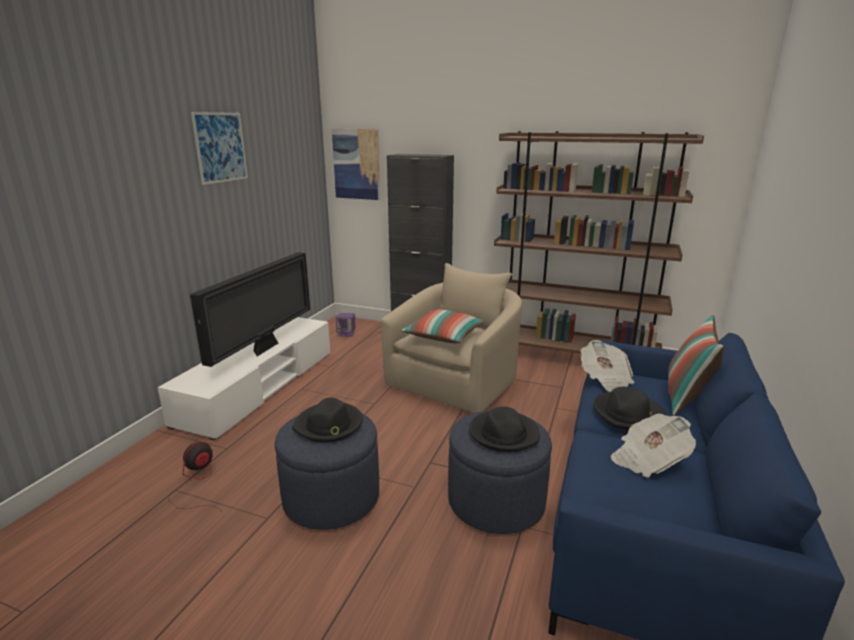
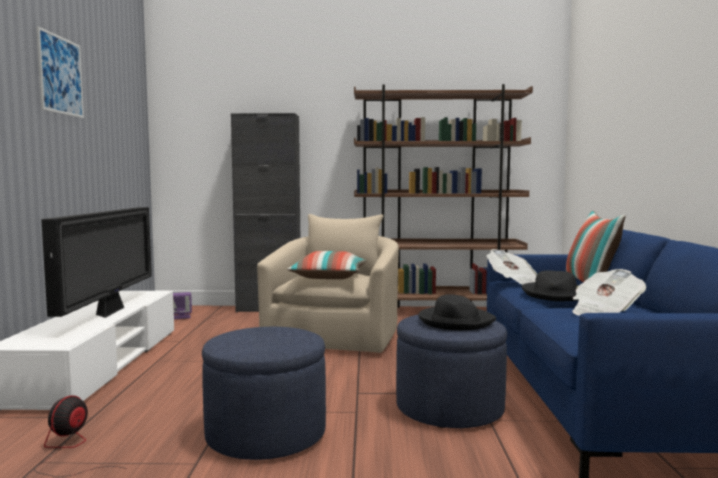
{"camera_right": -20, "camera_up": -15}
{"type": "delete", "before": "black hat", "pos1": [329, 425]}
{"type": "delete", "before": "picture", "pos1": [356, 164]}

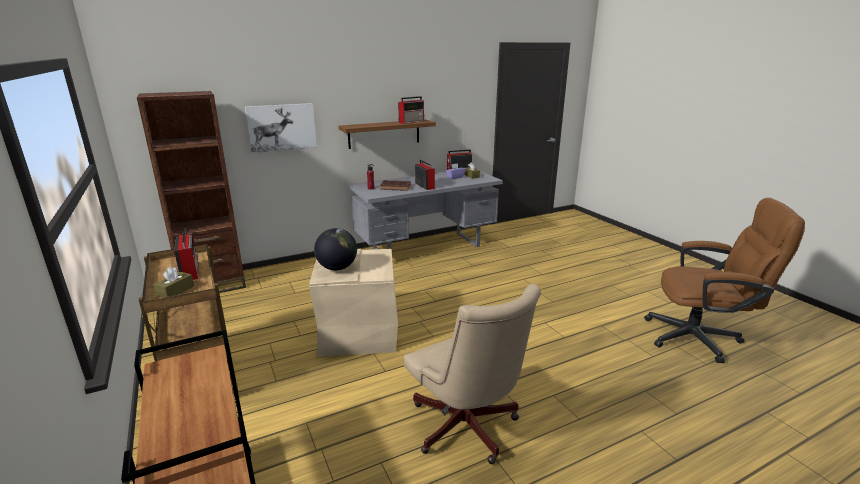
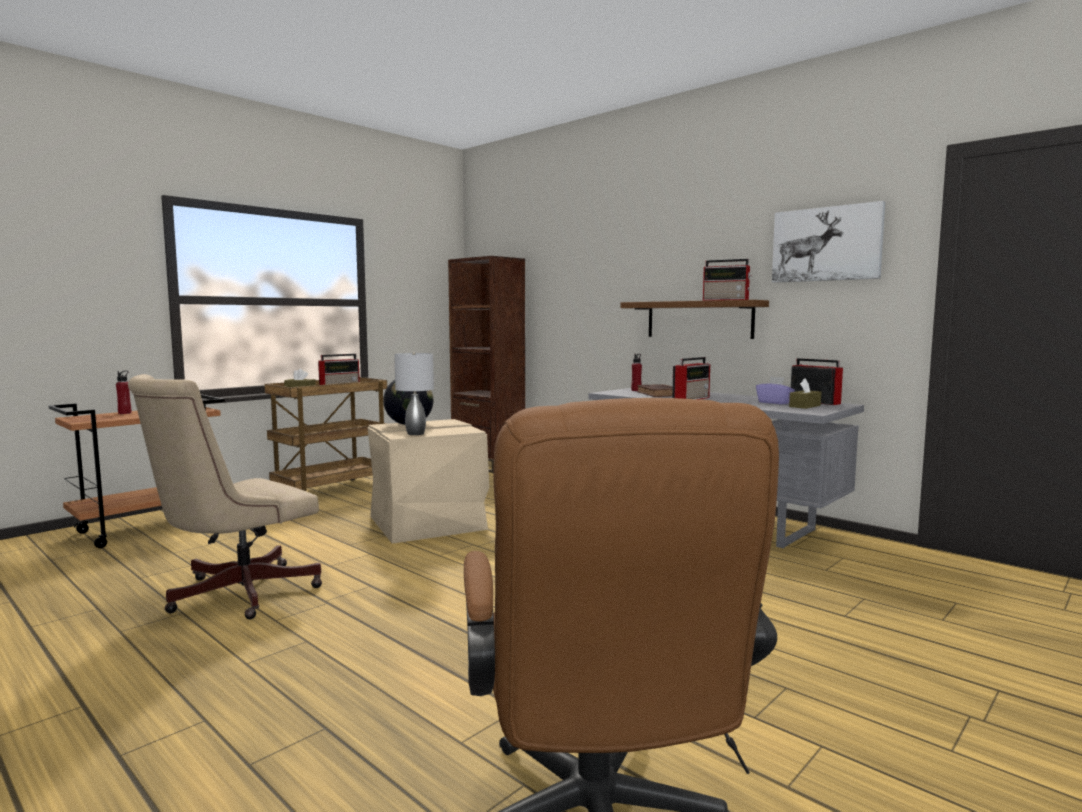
{"camera_right": 70, "camera_up": -15}
{"type": "insert", "after": "red bottle", "pos2": [125, 413]}
{"type": "insert", "after": "grey table lamp", "pos2": [415, 433]}
{"type": "move", "before": "picture", "pos1": [281, 127], "pos2": [826, 244]}

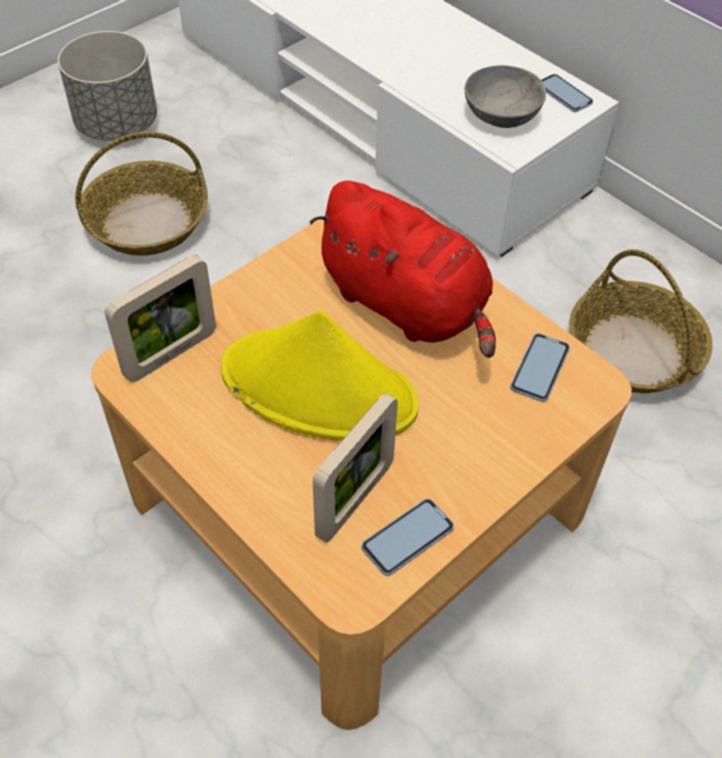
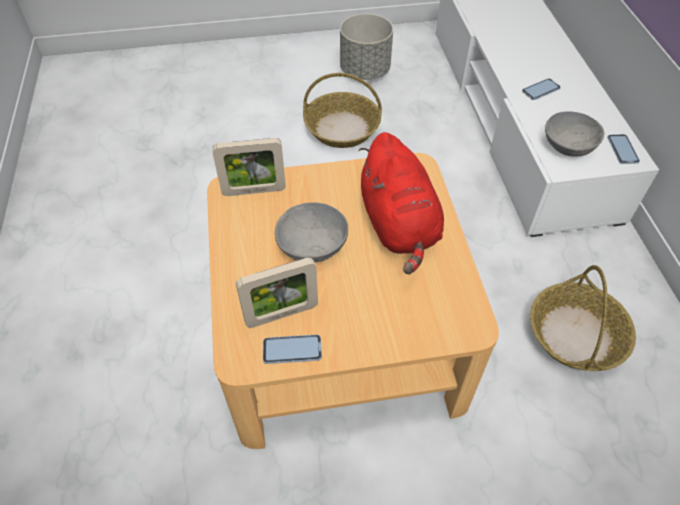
{"camera_right": 35, "camera_up": 0}
{"type": "move", "before": "phone", "pos1": [540, 368], "pos2": [540, 90]}
{"type": "replace", "before": "yellow hat", "after": "grey bowl", "pos1": [320, 388], "pos2": [313, 246]}

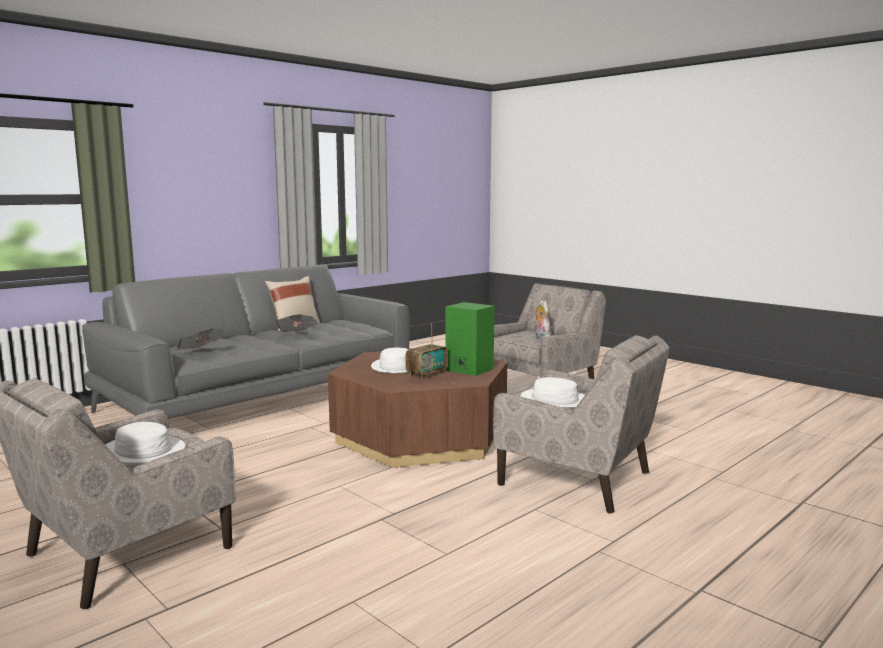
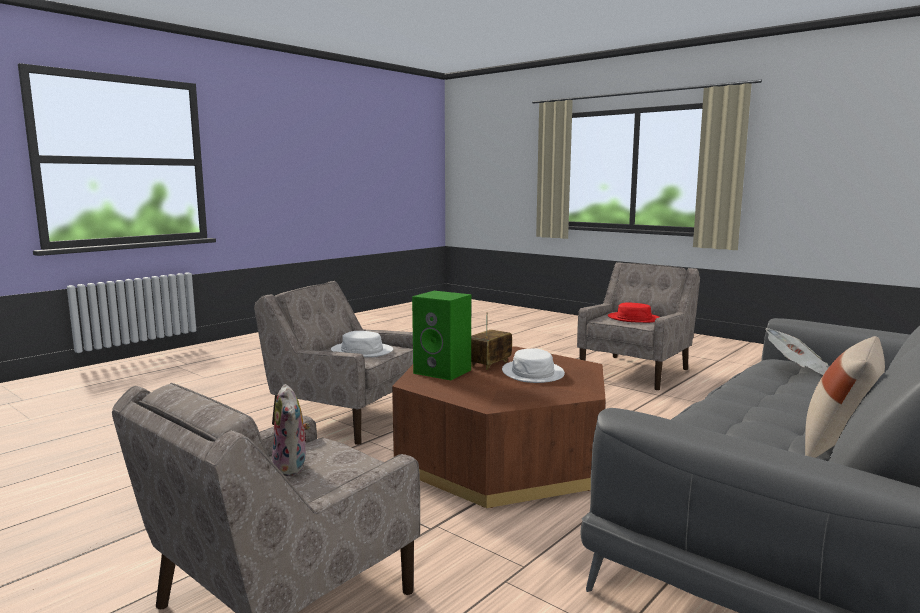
{"camera_right": 175, "camera_up": 0}
{"type": "delete", "before": "newspaper", "pos1": [296, 335]}
{"type": "recolor", "before": "white hat", "after": "red hat", "pos1": [143, 451], "pos2": [634, 318]}

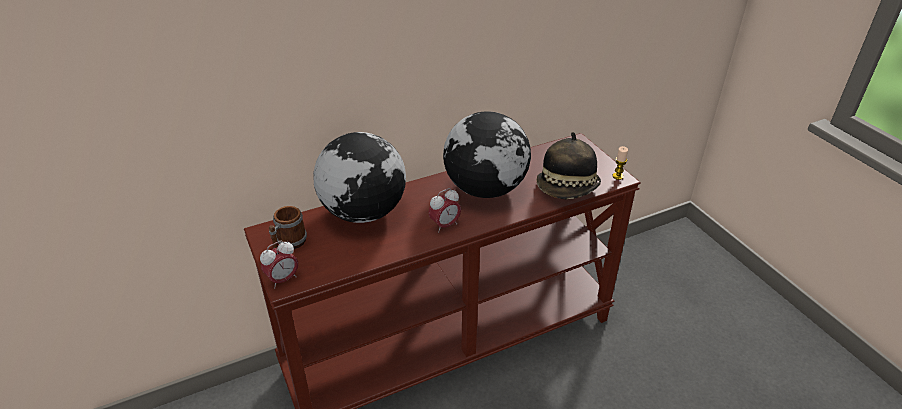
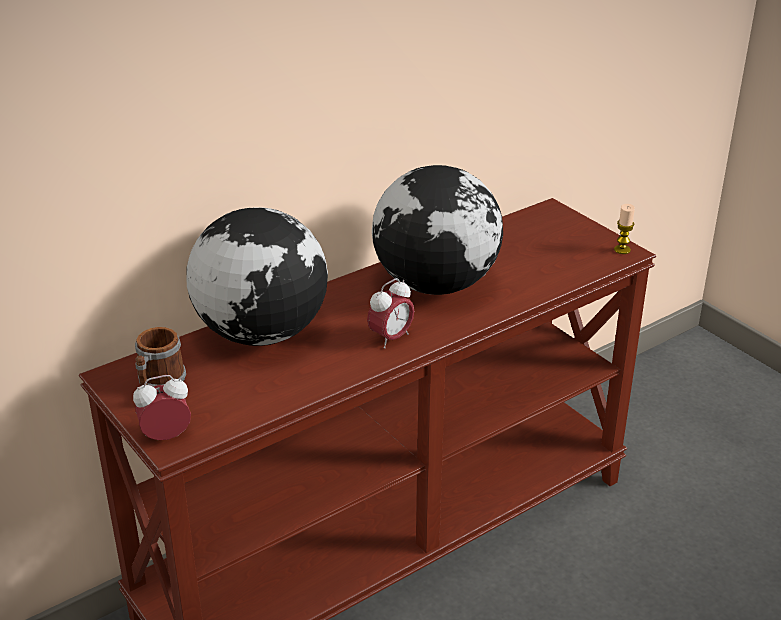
{"camera_right": -10, "camera_up": -5}
{"type": "delete", "before": "hat", "pos1": [568, 189]}
{"type": "rotate", "before": "alarm clock", "pos1": [283, 279], "pos2": [166, 437], "turn": -150}

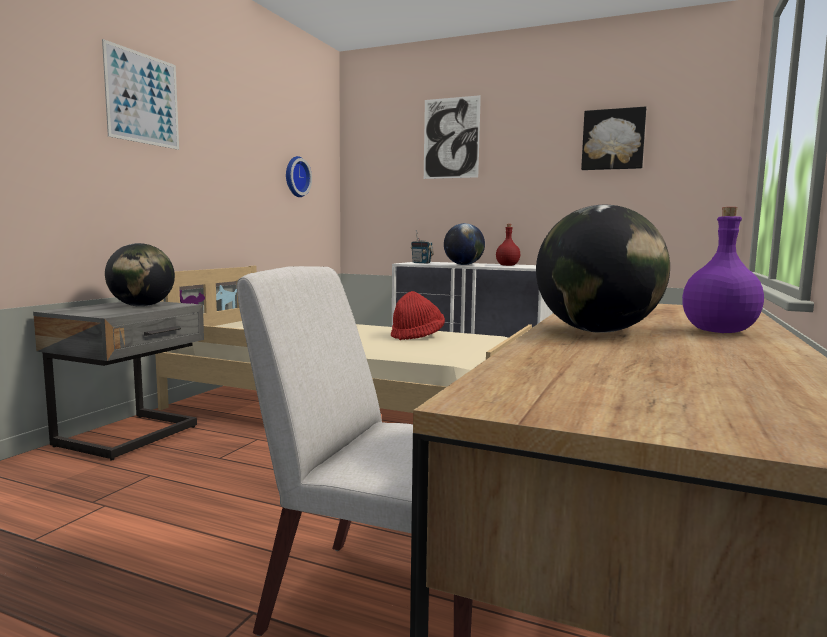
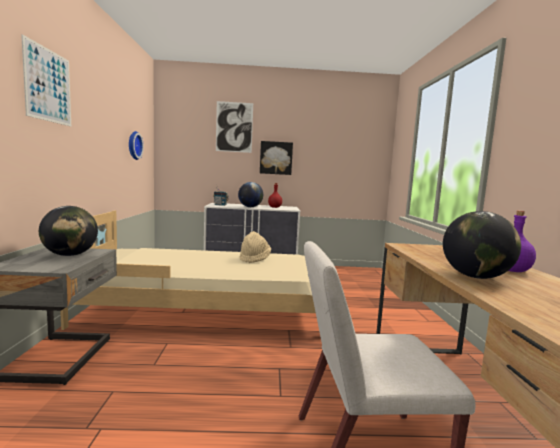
{"camera_right": -25, "camera_up": 0}
{"type": "move", "before": "picture", "pos1": [613, 139], "pos2": [276, 158]}
{"type": "recolor", "before": "red hat", "after": "beige hat", "pos1": [417, 336], "pos2": [254, 259]}

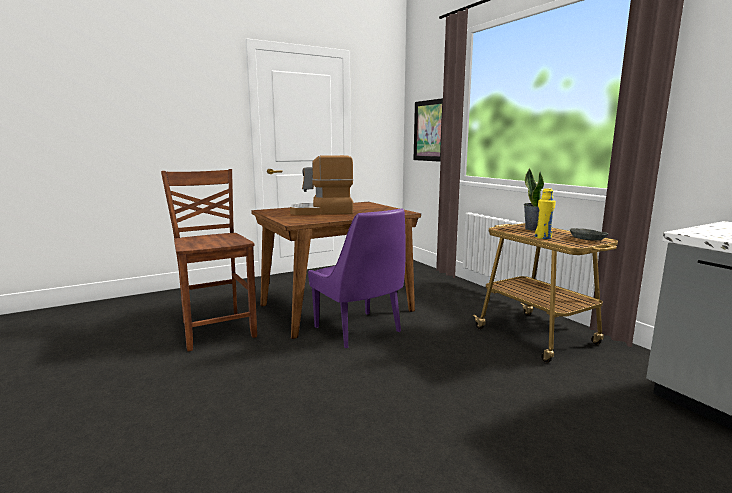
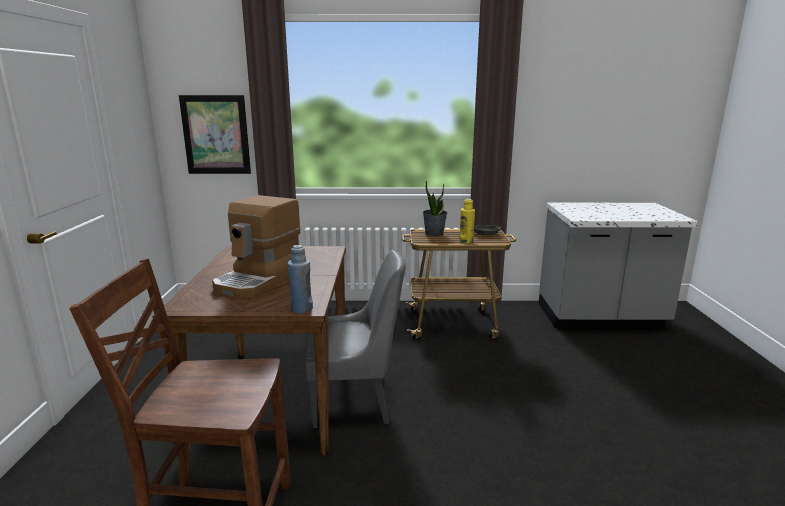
{"camera_right": -60, "camera_up": 5}
{"type": "insert", "after": "blue bottle", "pos2": [301, 309]}
{"type": "recolor", "before": "purple chair", "after": "grey chair", "pos1": [359, 330], "pos2": [355, 401]}

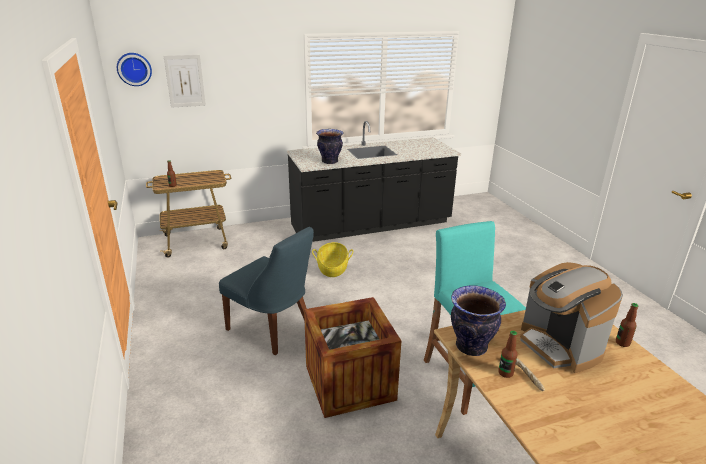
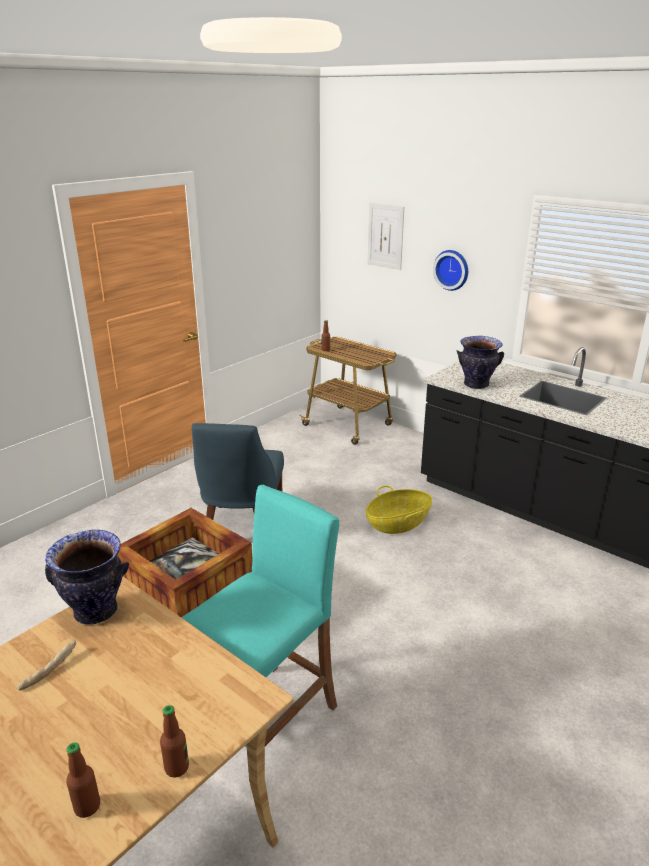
{"camera_right": 60, "camera_up": 0}
{"type": "delete", "before": "coffee machine", "pos1": [559, 346]}
{"type": "move", "before": "wall clock", "pos1": [134, 69], "pos2": [452, 269]}
{"type": "move", "before": "bottle", "pos1": [505, 373], "pos2": [87, 806]}

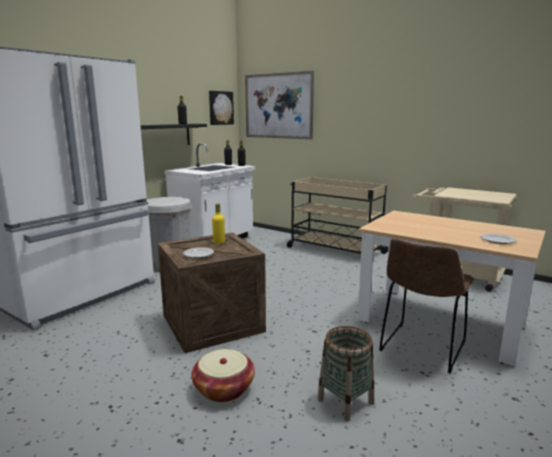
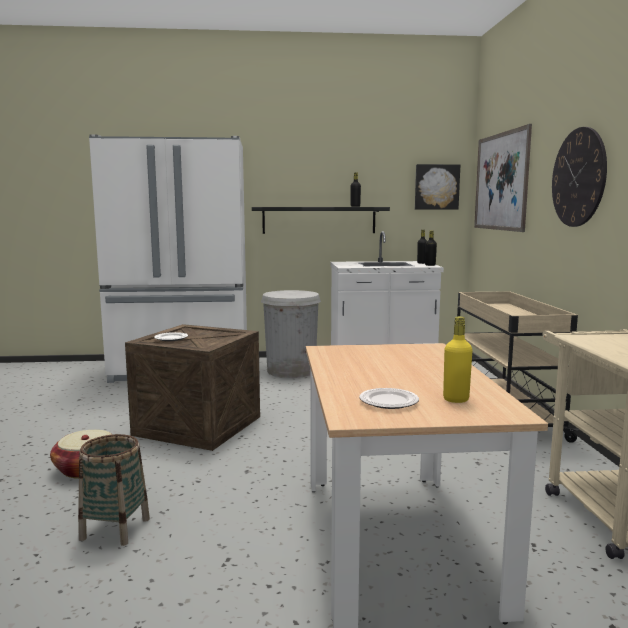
{"camera_right": 50, "camera_up": -5}
{"type": "delete", "before": "brown chair", "pos1": [421, 348]}
{"type": "insert", "after": "wall clock", "pos2": [578, 177]}
{"type": "move", "before": "yellow bottle", "pos1": [219, 242], "pos2": [456, 399]}

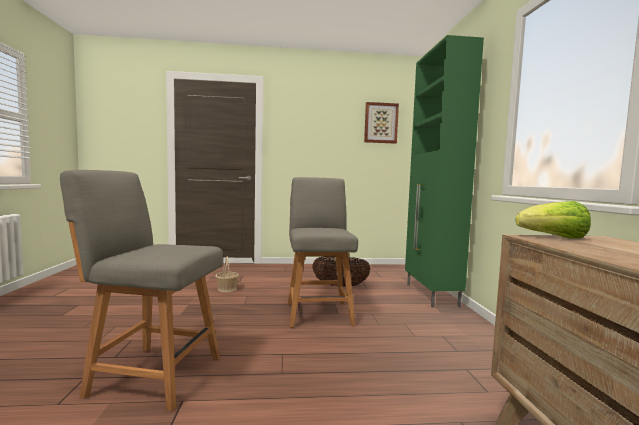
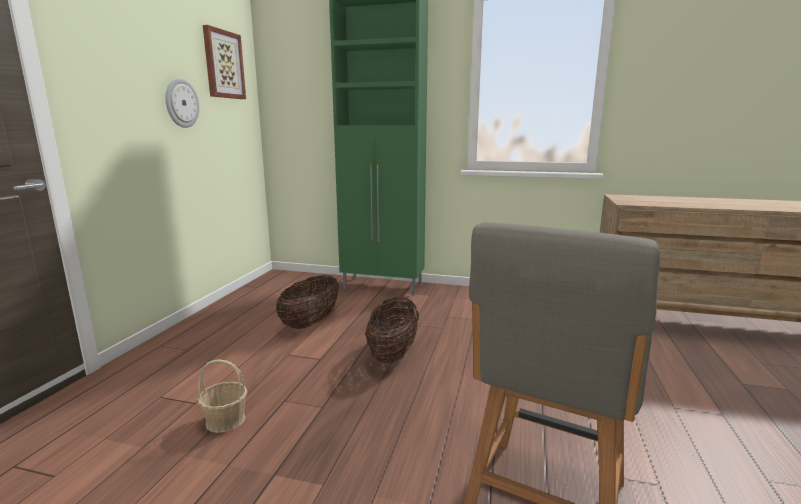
{"camera_right": -70, "camera_up": 10}
{"type": "delete", "before": "lettuce", "pos1": [554, 238]}
{"type": "insert", "after": "wall clock", "pos2": [181, 103]}
{"type": "replace", "before": "grey chair", "after": "basket", "pos1": [318, 312], "pos2": [393, 353]}

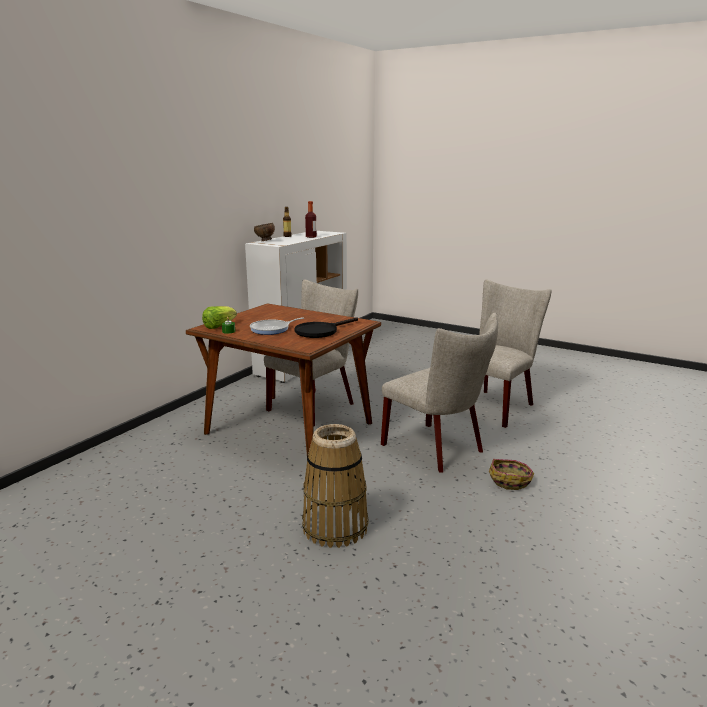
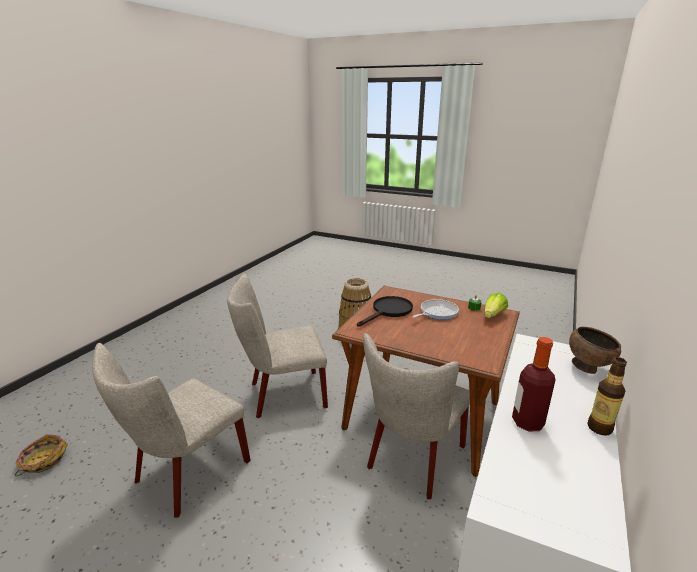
{"camera_right": 175, "camera_up": 5}
{"type": "move", "before": "basket", "pos1": [510, 480], "pos2": [43, 460]}
{"type": "rotate", "before": "beige chair", "pos1": [438, 449], "pos2": [282, 395], "turn": -60}

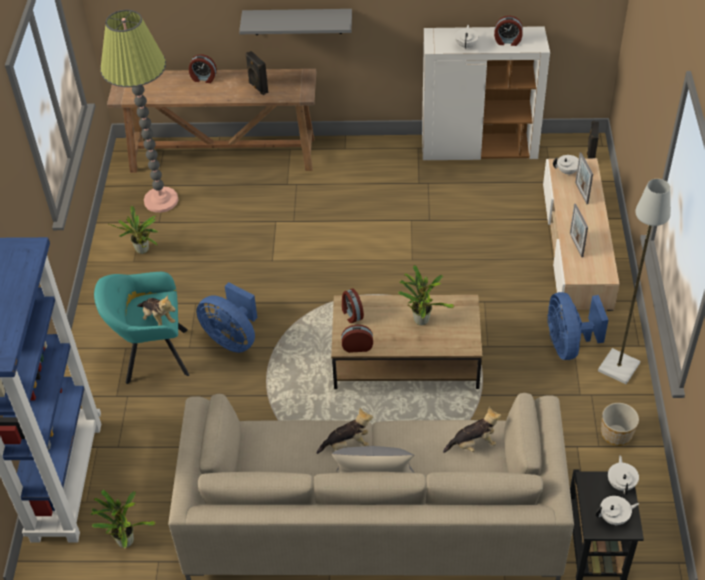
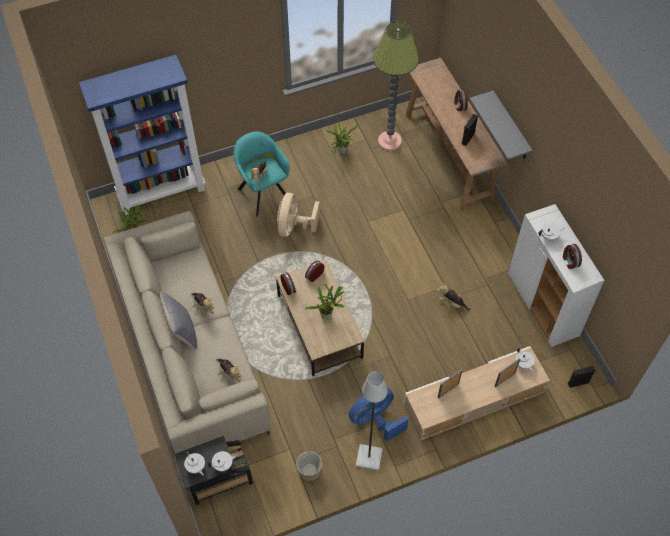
{"camera_right": 65, "camera_up": 10}
{"type": "insert", "after": "plush toy", "pos2": [452, 303]}
{"type": "recolor", "before": "blue fan", "after": "beige fan", "pos1": [232, 338], "pos2": [294, 226]}

